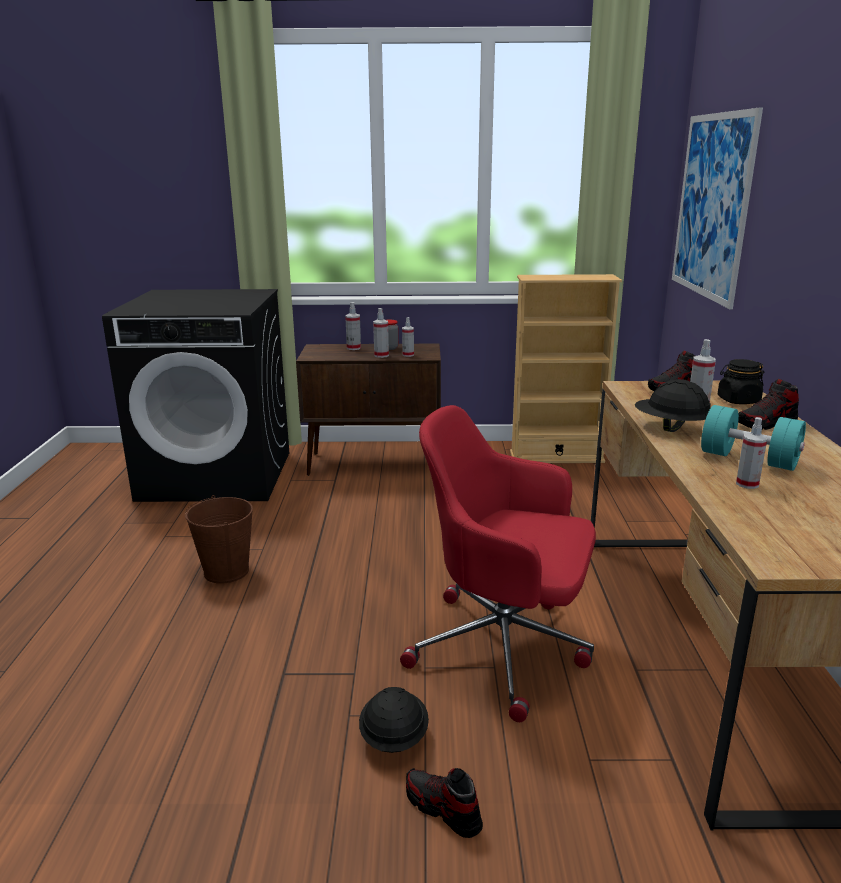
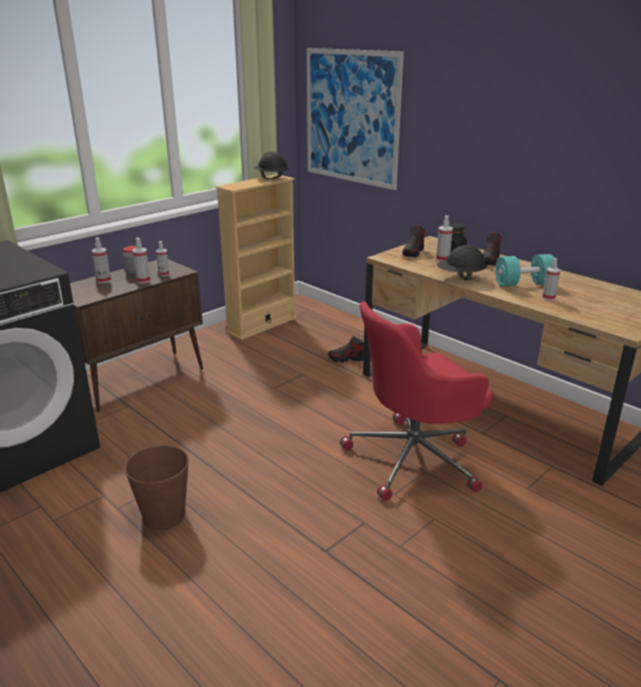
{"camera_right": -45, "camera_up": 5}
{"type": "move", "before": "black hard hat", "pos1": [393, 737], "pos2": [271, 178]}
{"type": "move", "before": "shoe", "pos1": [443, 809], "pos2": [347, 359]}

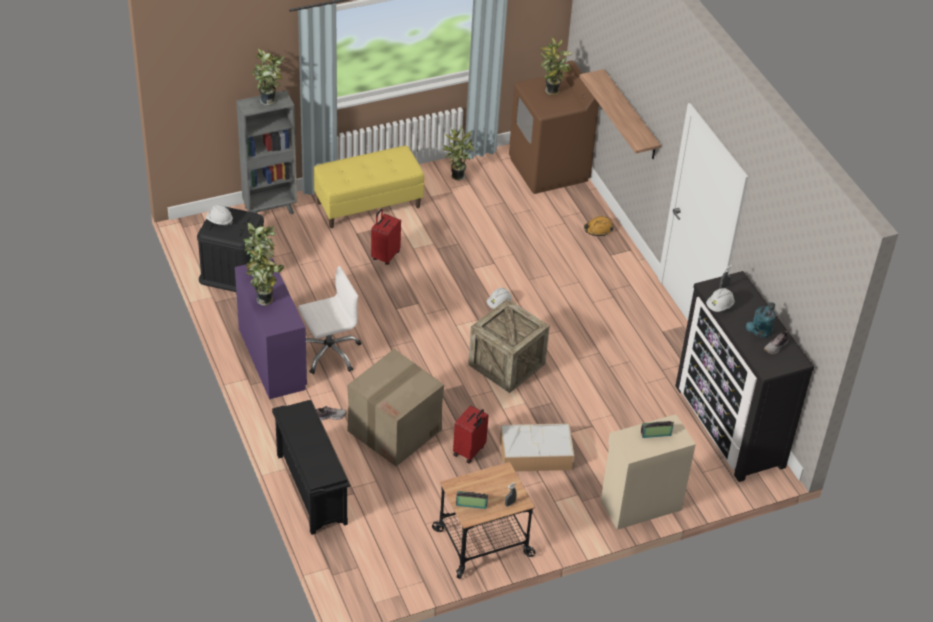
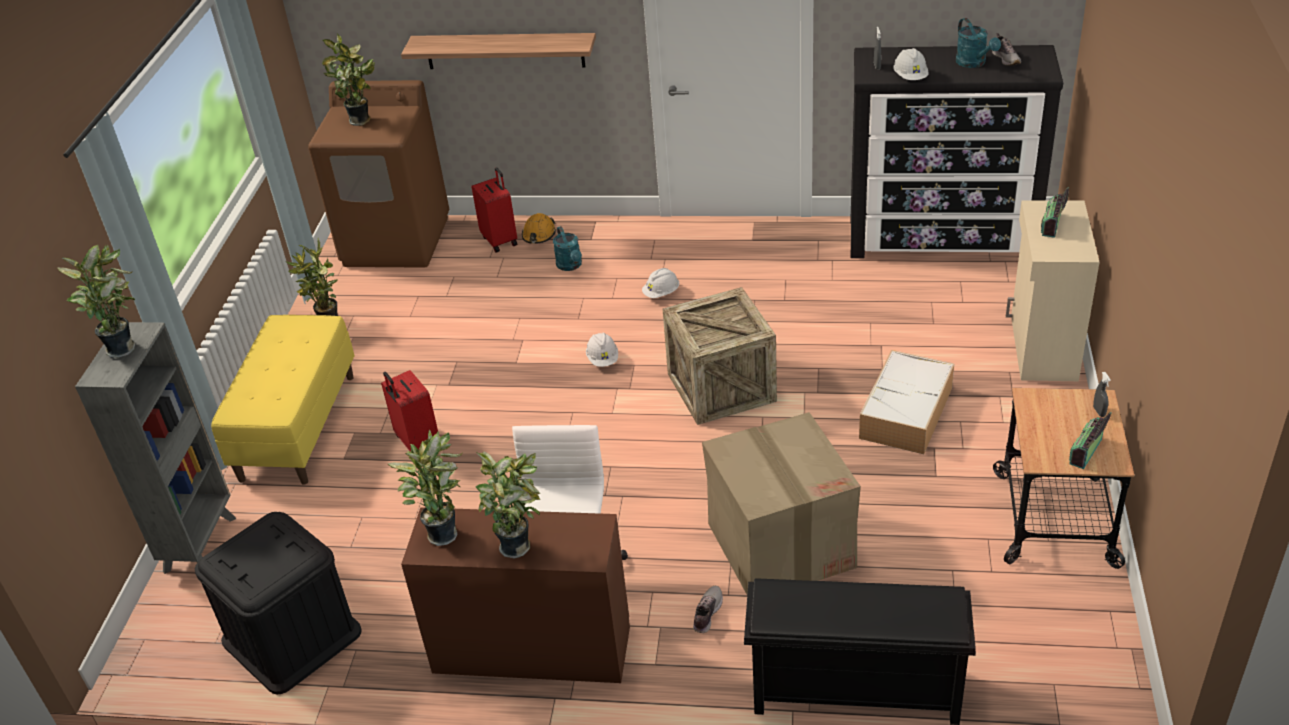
{"camera_right": -55, "camera_up": -5}
{"type": "insert", "after": "turquoise watering can", "pos2": [570, 266]}
{"type": "move", "before": "white hard hat", "pos1": [219, 221], "pos2": [661, 293]}
{"type": "move", "before": "red suitcase", "pos1": [469, 451], "pos2": [500, 240]}
{"type": "recolor", "before": "purple desk", "after": "brown desk", "pos1": [271, 359], "pos2": [531, 649]}

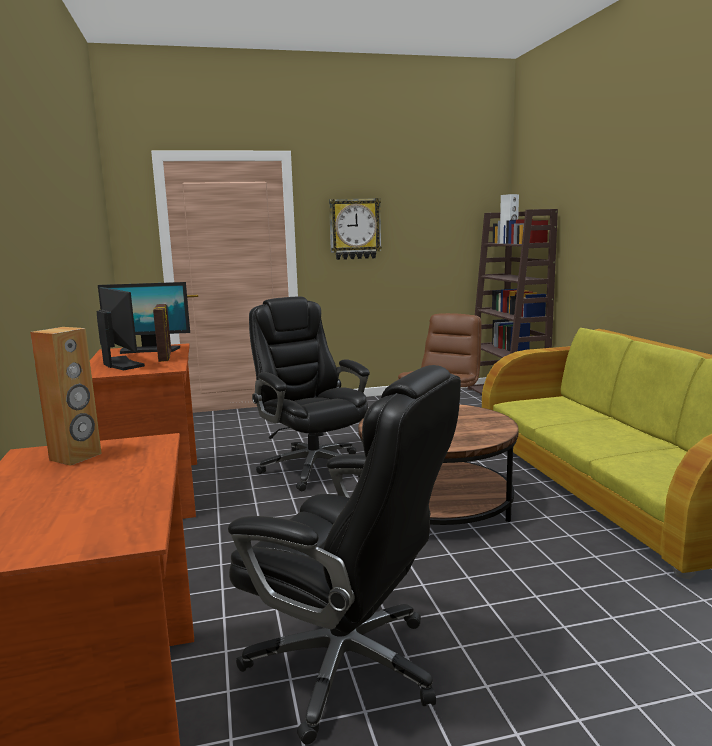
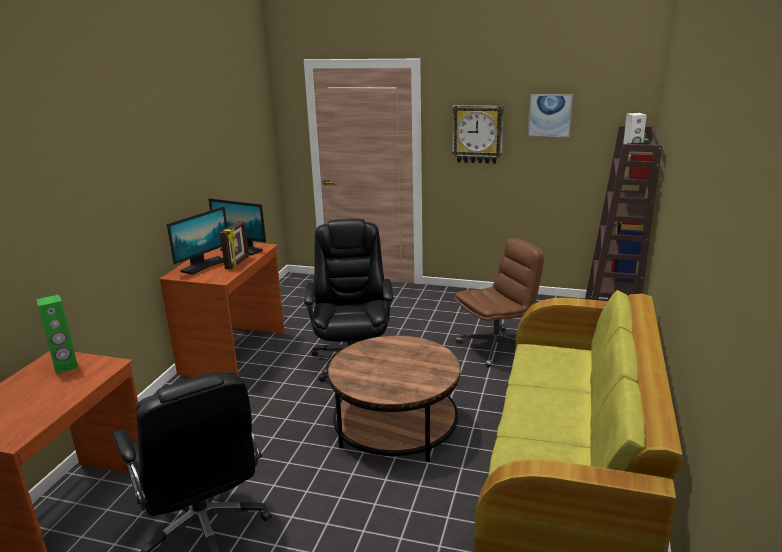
{"camera_right": 30, "camera_up": 10}
{"type": "insert", "after": "picture", "pos2": [550, 115]}
{"type": "recolor", "before": "brown speaker", "after": "green speaker", "pos1": [76, 457], "pos2": [66, 366]}
{"type": "rotate", "before": "monitor", "pos1": [120, 364], "pos2": [203, 265], "turn": 45}

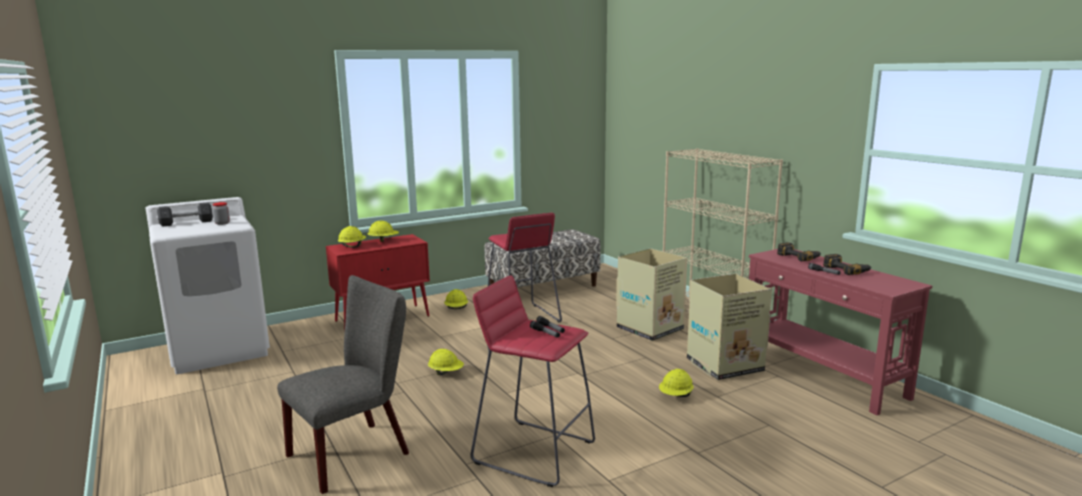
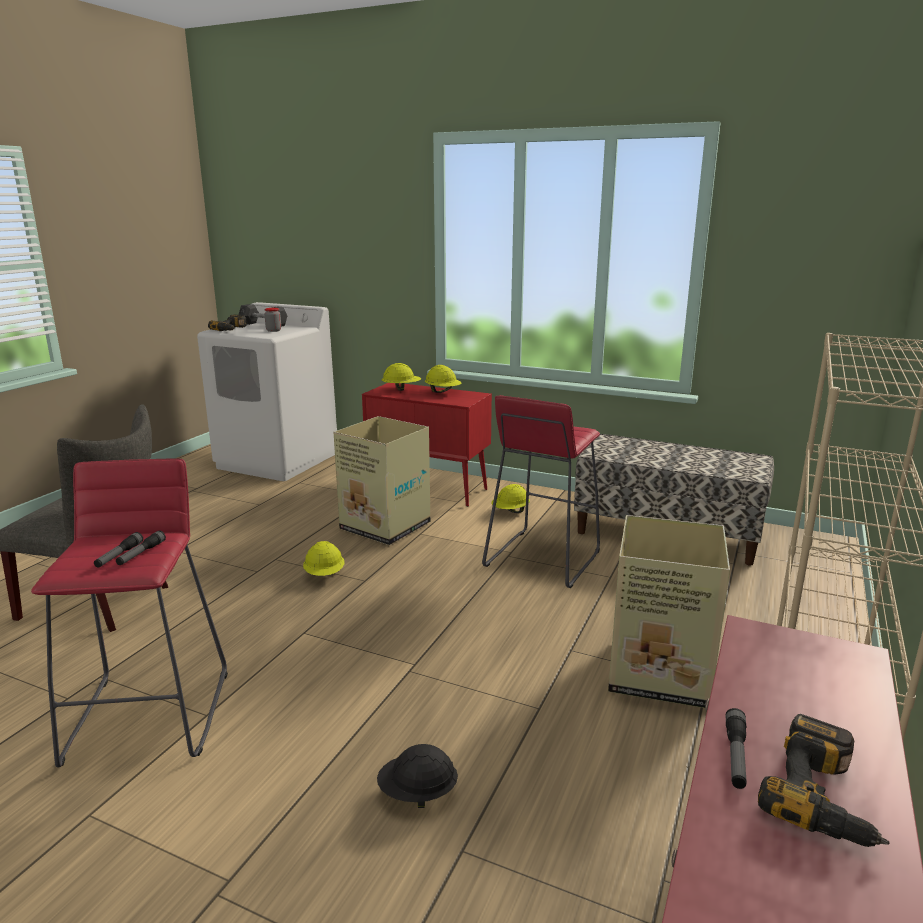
{"camera_right": 55, "camera_up": 5}
{"type": "move", "before": "cardboard box", "pos1": [723, 365], "pos2": [384, 526]}
{"type": "move", "before": "power drill", "pos1": [799, 257], "pos2": [232, 329]}
{"type": "recolor", "before": "yellow hard hat", "after": "black hard hat", "pos1": [676, 396], "pos2": [417, 794]}

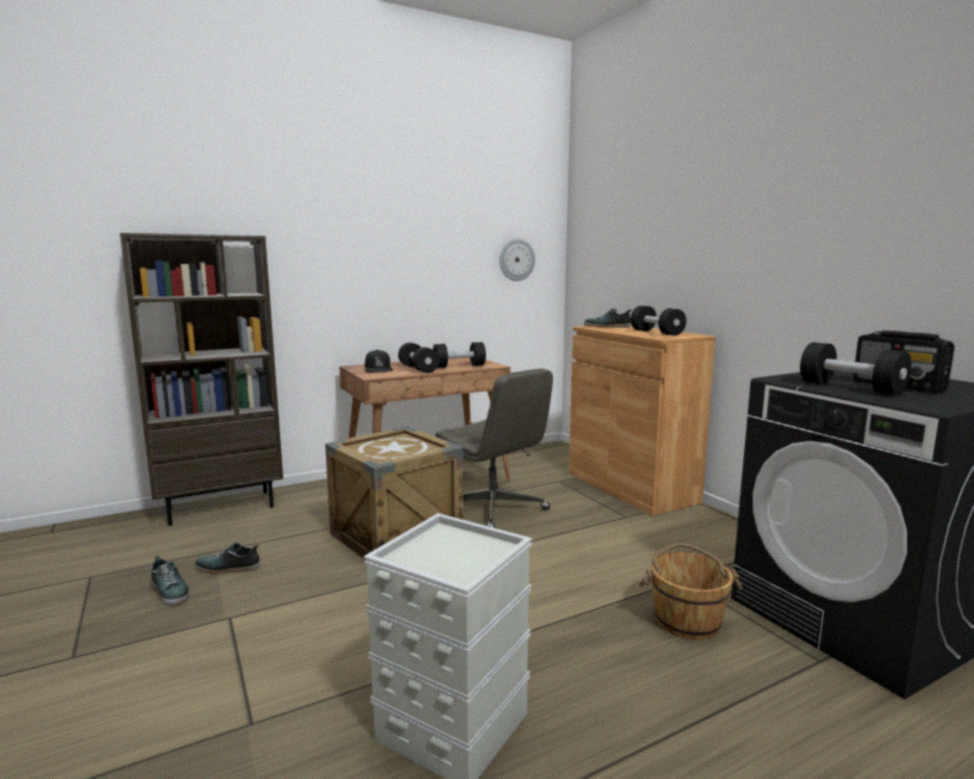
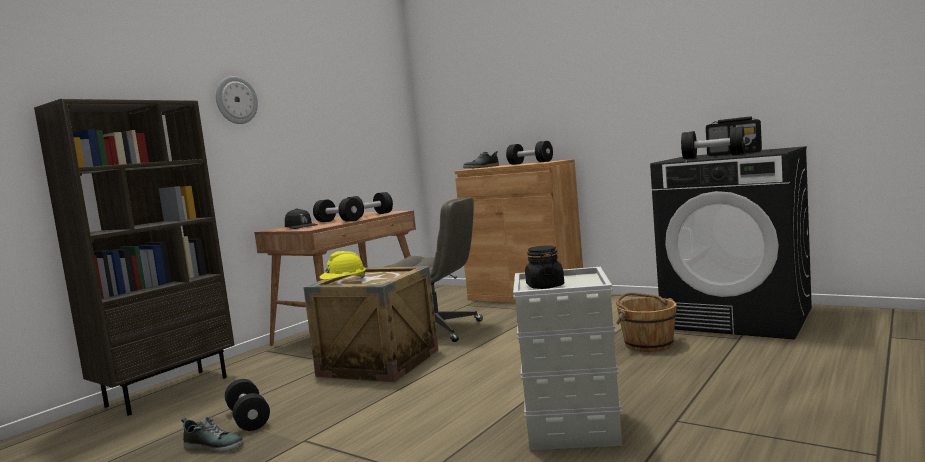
{"camera_right": -25, "camera_up": -5}
{"type": "insert", "after": "yellow hard hat", "pos2": [344, 283]}
{"type": "insert", "after": "black jar", "pos2": [545, 286]}
{"type": "move", "before": "wall clock", "pos1": [516, 260], "pos2": [236, 100]}
{"type": "replace", "before": "shoe", "after": "black dumbbell", "pos1": [228, 568], "pos2": [248, 419]}

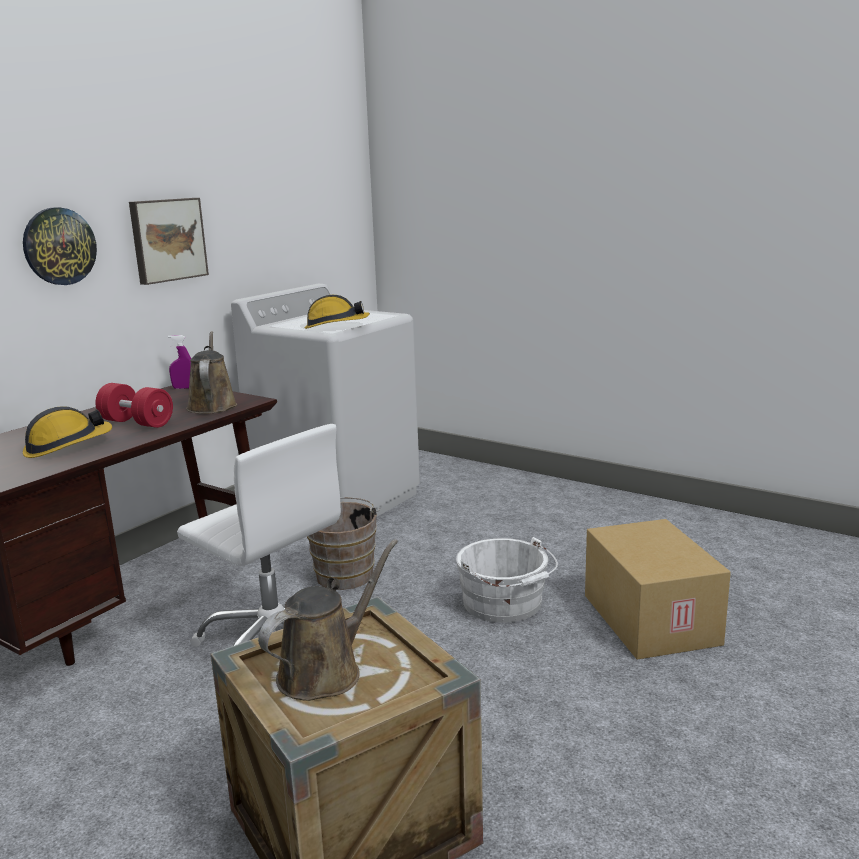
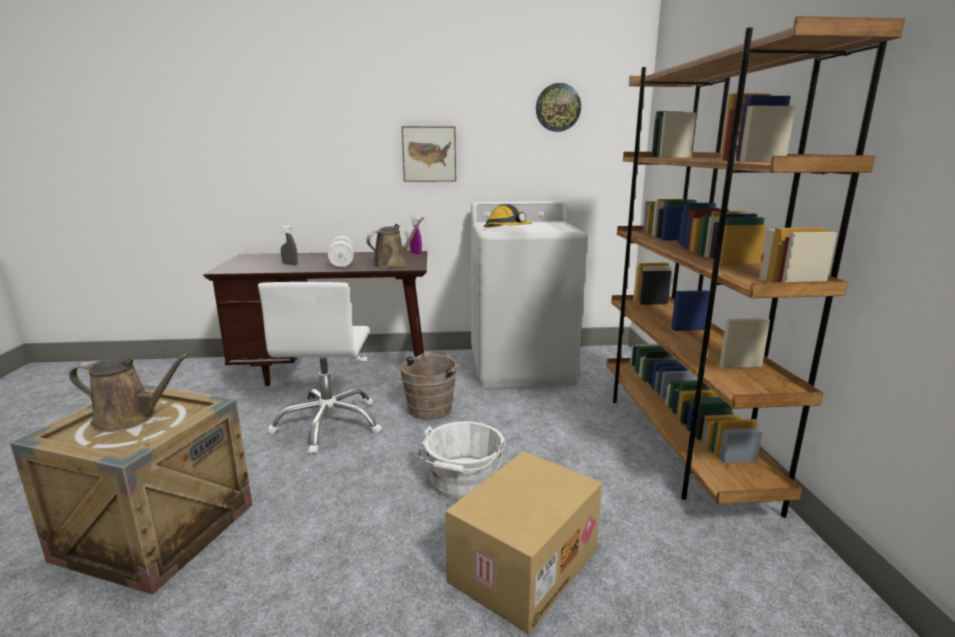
{"camera_right": 50, "camera_up": 0}
{"type": "insert", "after": "brown bookcase", "pos2": [678, 441]}
{"type": "move", "before": "wall clock", "pos1": [59, 246], "pos2": [558, 107]}
{"type": "replace", "before": "hard hat", "after": "grey spray bottle", "pos1": [67, 446], "pos2": [290, 264]}
{"type": "recolor", "before": "red dumbbell", "after": "white dumbbell", "pos1": [136, 423], "pos2": [342, 263]}

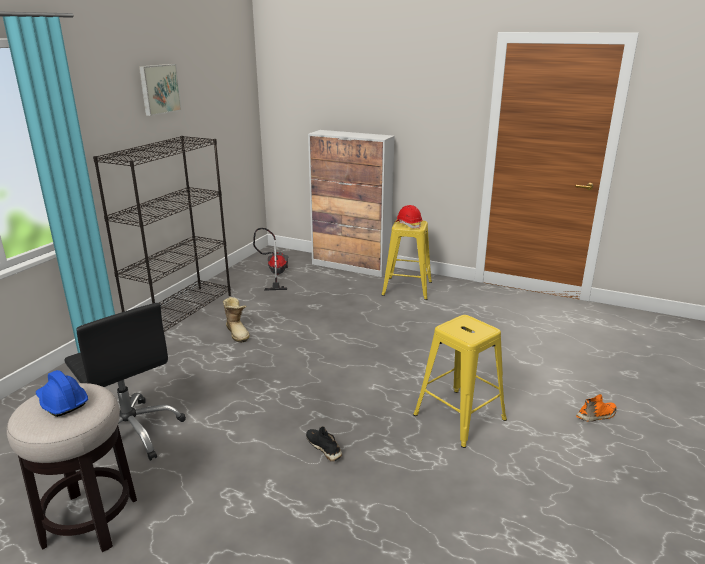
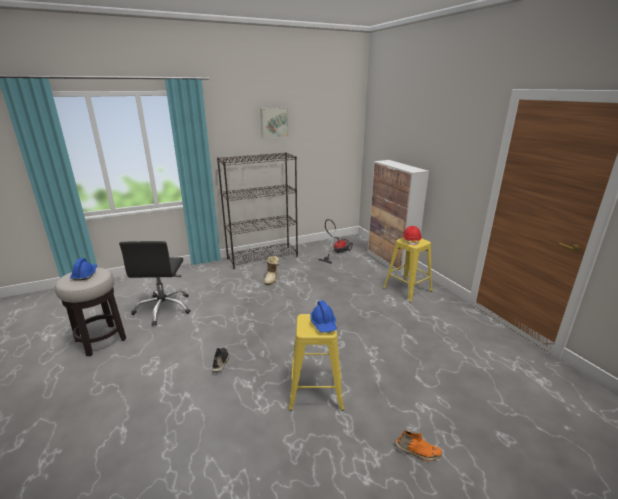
{"camera_right": 40, "camera_up": 0}
{"type": "insert", "after": "blue hard hat", "pos2": [324, 324]}

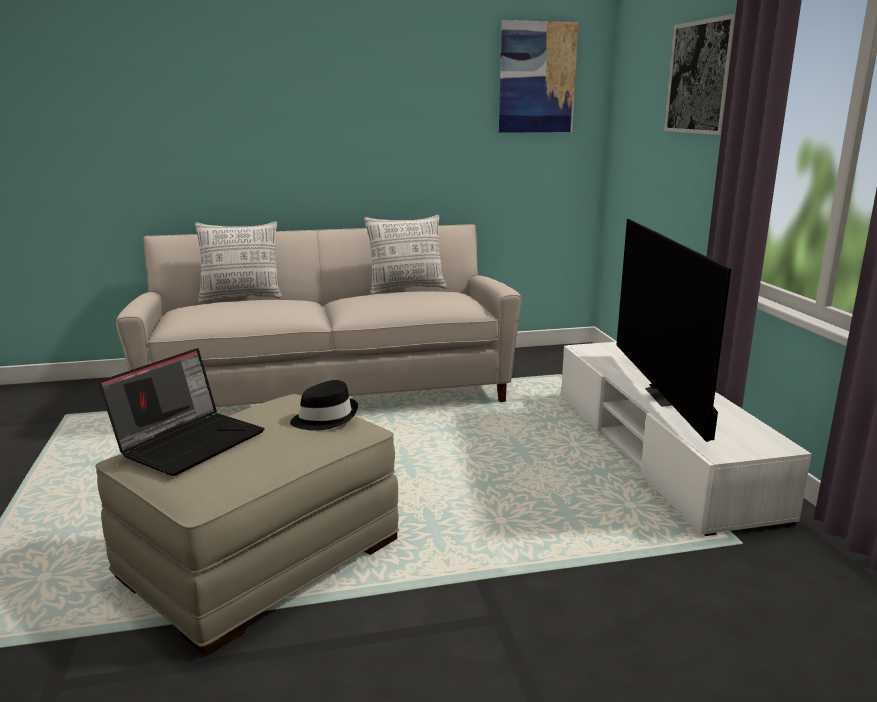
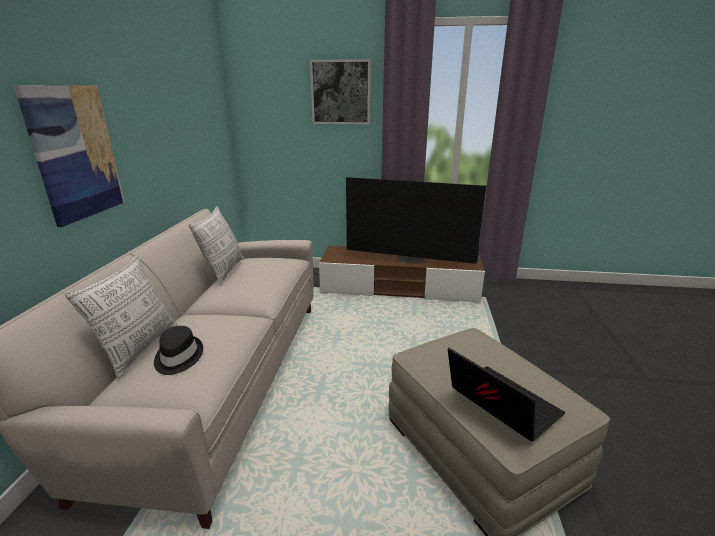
{"camera_right": -70, "camera_up": 5}
{"type": "move", "before": "black hat", "pos1": [325, 418], "pos2": [178, 357]}
{"type": "move", "before": "picture", "pos1": [537, 78], "pos2": [75, 153]}
{"type": "recolor", "before": "white tv stand", "after": "brown tv stand", "pos1": [658, 451], "pos2": [399, 288]}

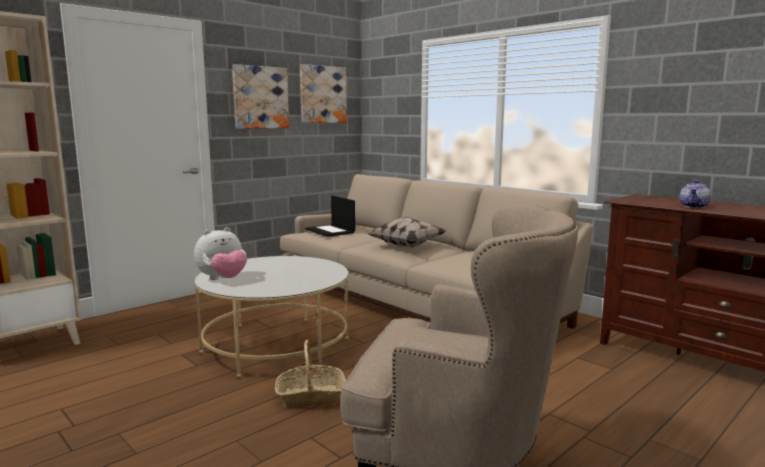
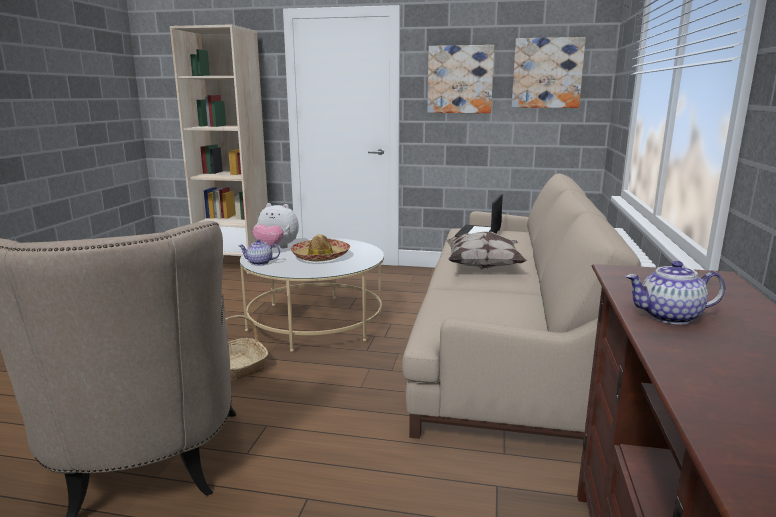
{"camera_right": 55, "camera_up": 5}
{"type": "insert", "after": "teapot", "pos2": [259, 263]}
{"type": "insert", "after": "hat", "pos2": [320, 256]}

